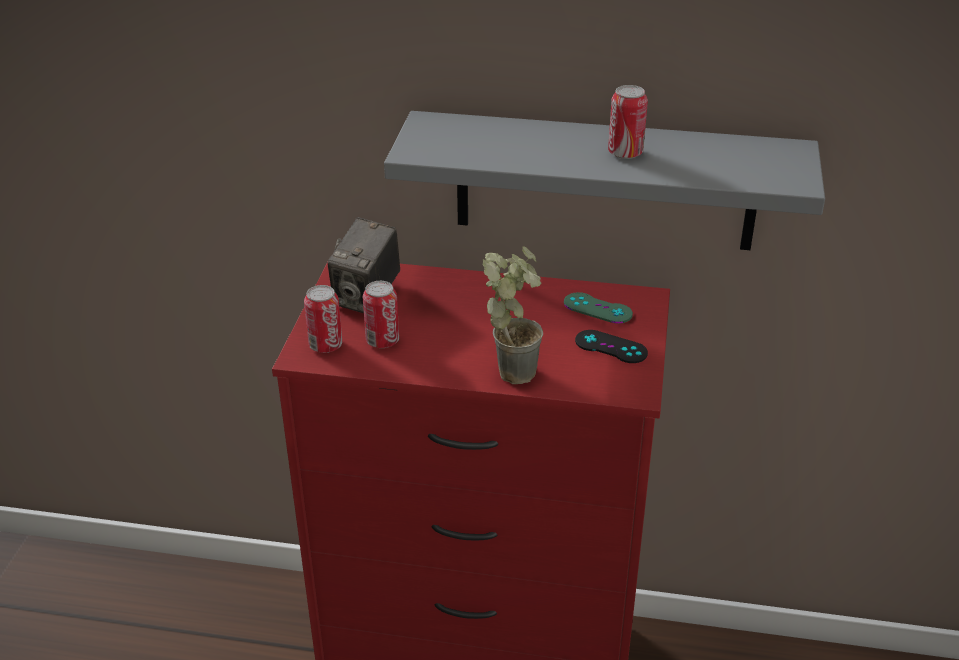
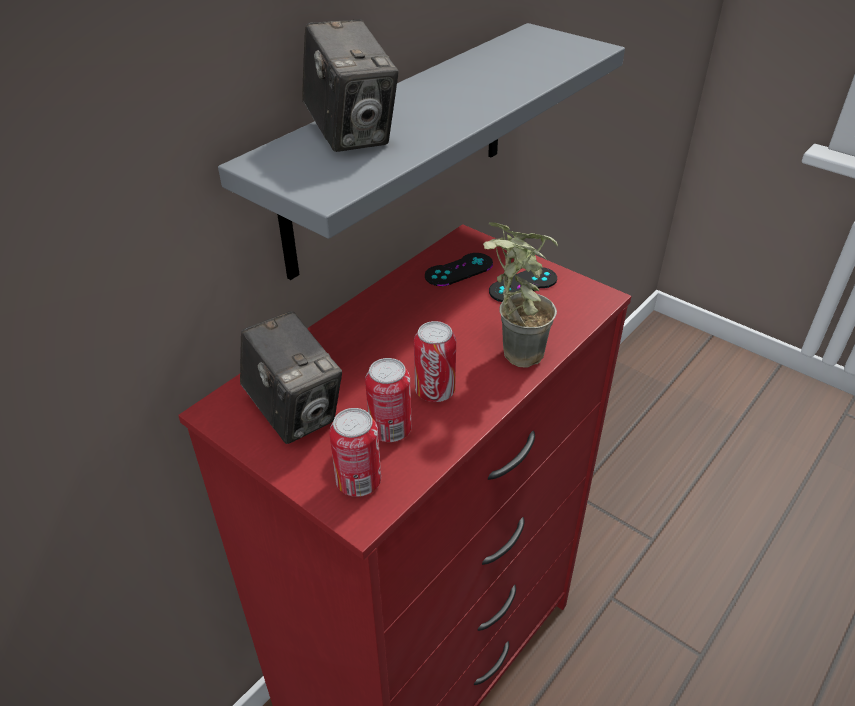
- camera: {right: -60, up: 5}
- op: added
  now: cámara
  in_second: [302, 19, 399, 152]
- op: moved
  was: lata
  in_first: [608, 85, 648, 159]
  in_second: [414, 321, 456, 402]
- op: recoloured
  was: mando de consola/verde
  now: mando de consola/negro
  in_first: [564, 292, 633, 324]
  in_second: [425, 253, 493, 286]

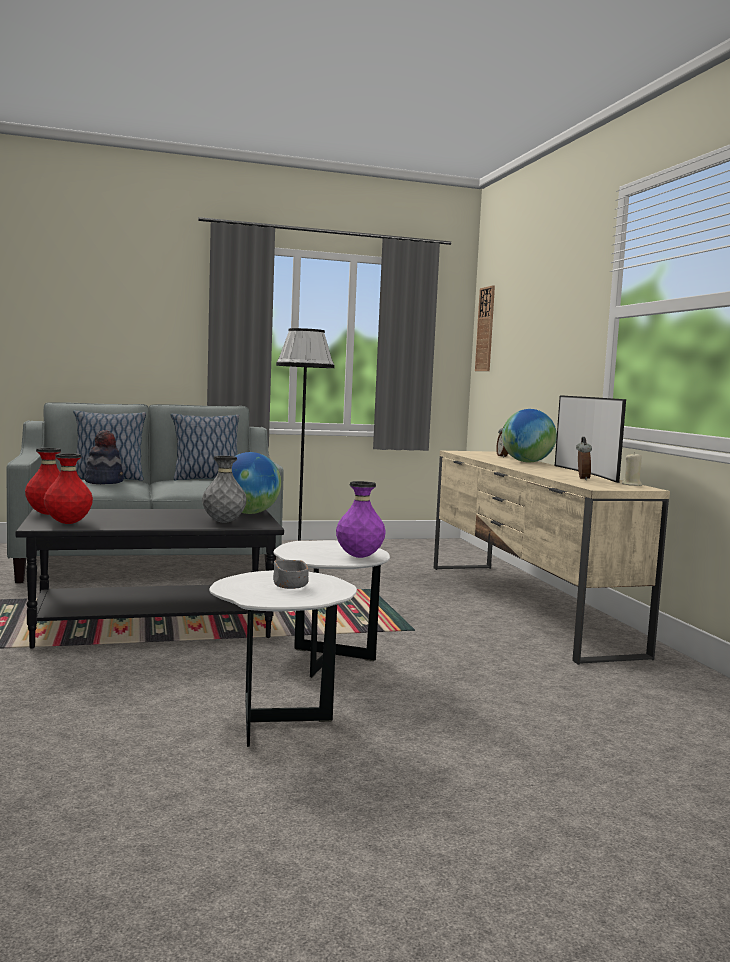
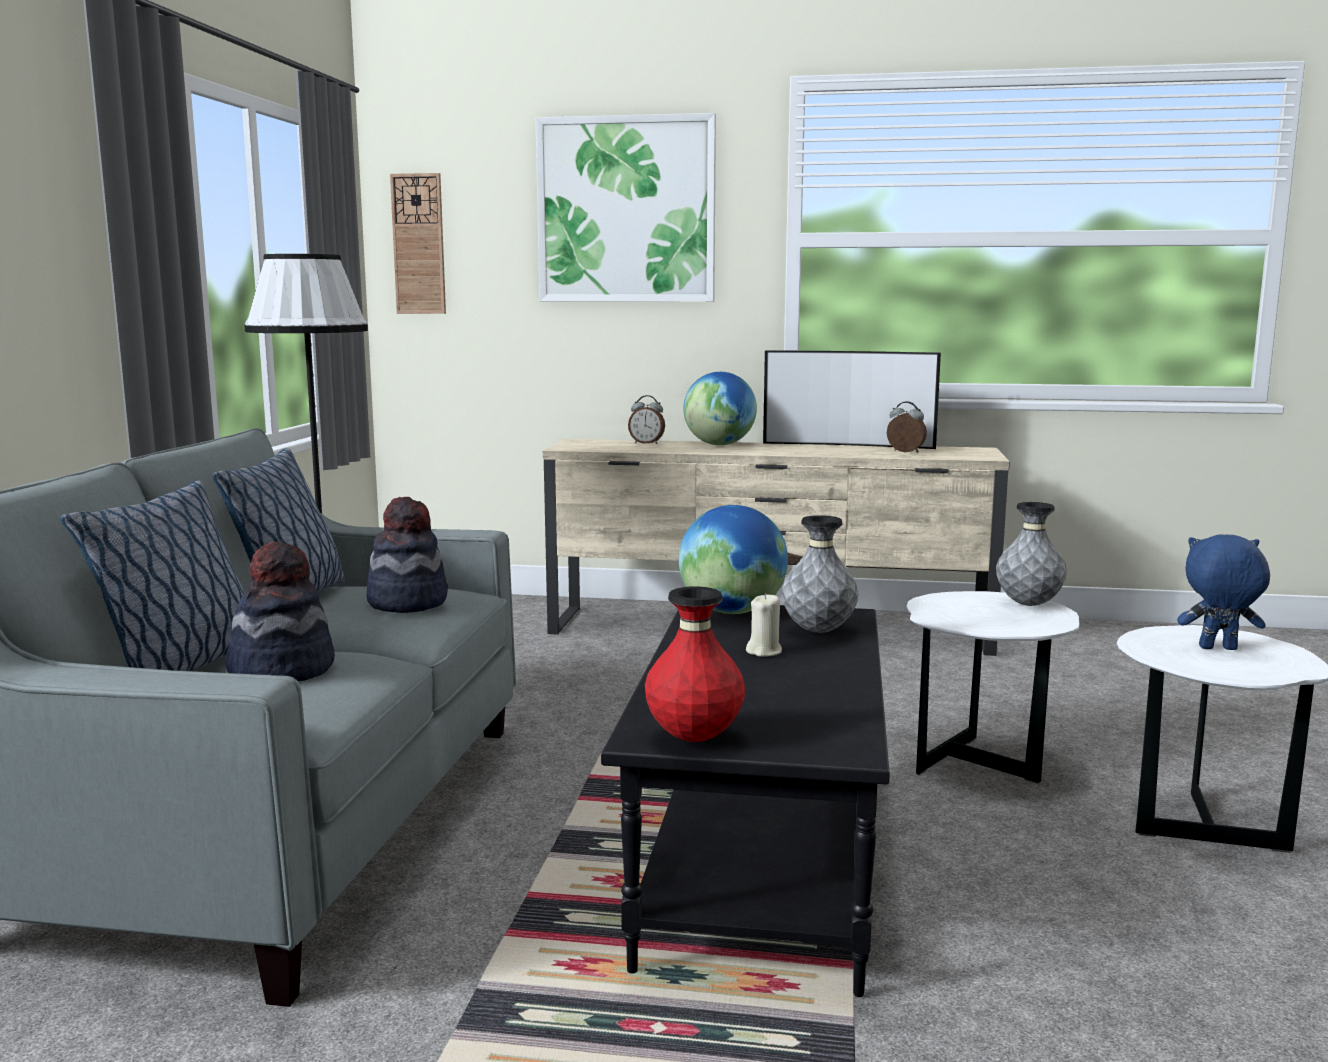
- camera: {right: -65, up: 5}
- op: removed
  was: florero/rojo
  in_first: [44, 453, 93, 524]
- op: added
  now: sombrero
  in_second: [367, 497, 448, 613]
- op: added
  now: cuadro
  in_second: [535, 113, 716, 302]
- op: moved
  was: vela/beis
  in_first: [622, 452, 642, 486]
  in_second: [746, 593, 782, 657]
- op: replaced
  was: cuenco/gris
  now: peluche/azul
  in_first: [273, 560, 309, 589]
  in_second: [1177, 534, 1270, 650]
- op: recoloured
  was: florero/morado
  now: florero/gris
  in_first: [336, 481, 386, 558]
  in_second: [996, 502, 1067, 606]

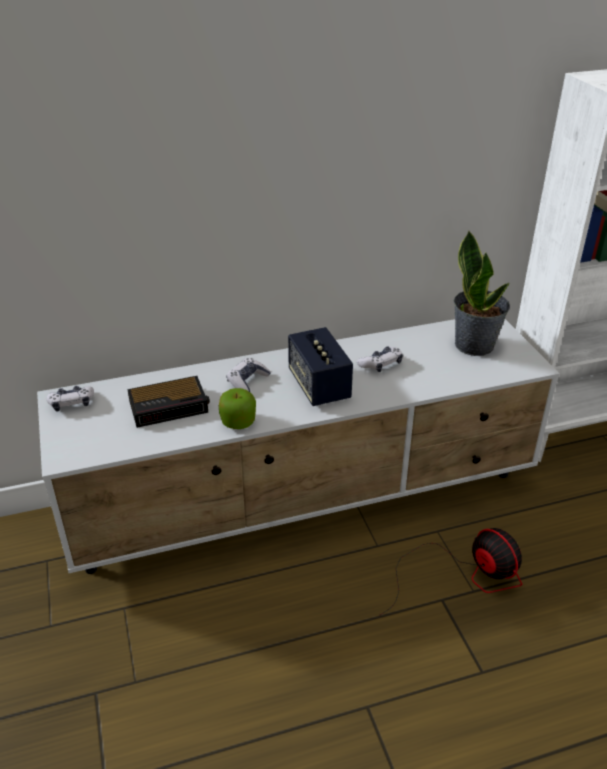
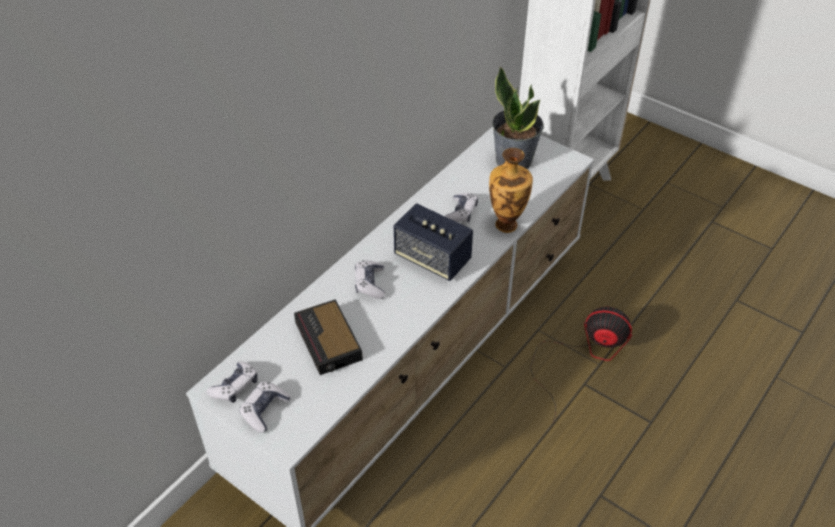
- camera: {right: -35, up: 10}
- op: removed
  was: manzana
  in_first: [219, 388, 256, 429]
- op: added
  now: mando de consola
  in_second: [239, 382, 291, 433]
- op: added
  now: florero
  in_second: [489, 148, 533, 233]
- op: turned
  was: despertador
  in_first: [127, 376, 210, 428]
  in_second: [294, 299, 363, 375]
  clockwise: 120

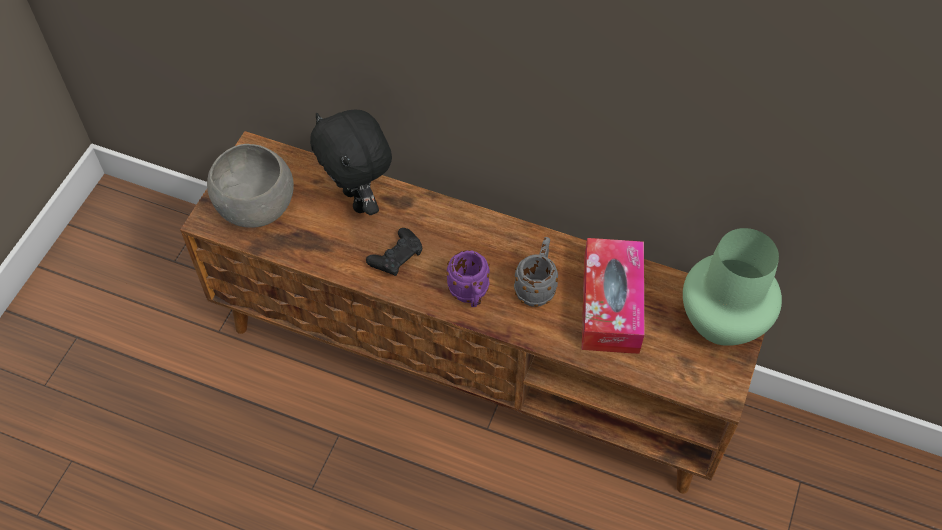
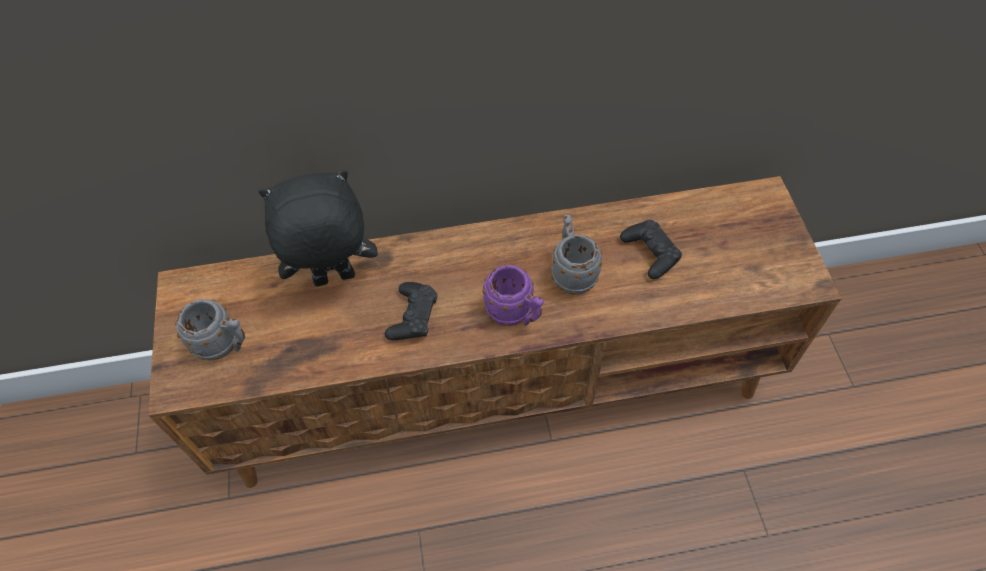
- camera: {right: -30, up: 0}
- op: removed
  was: florero/verde
  in_first: [683, 228, 782, 346]
- op: replaced
  was: cuenco/gris
  now: taza grande/gris
  in_first: [207, 144, 294, 228]
  in_second: [175, 299, 245, 361]
- op: replaced
  was: caja de pañuelos
  now: mando de consola/negro
  in_first: [582, 238, 644, 354]
  in_second: [620, 220, 682, 279]
- op: turned
  was: peluche/negro
  in_first: [310, 110, 392, 215]
  in_second: [258, 170, 378, 287]
  clockwise: 135

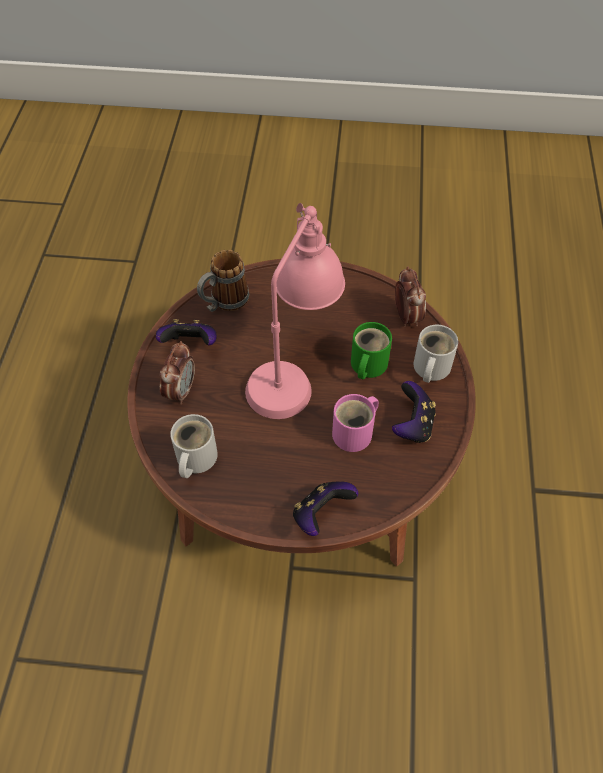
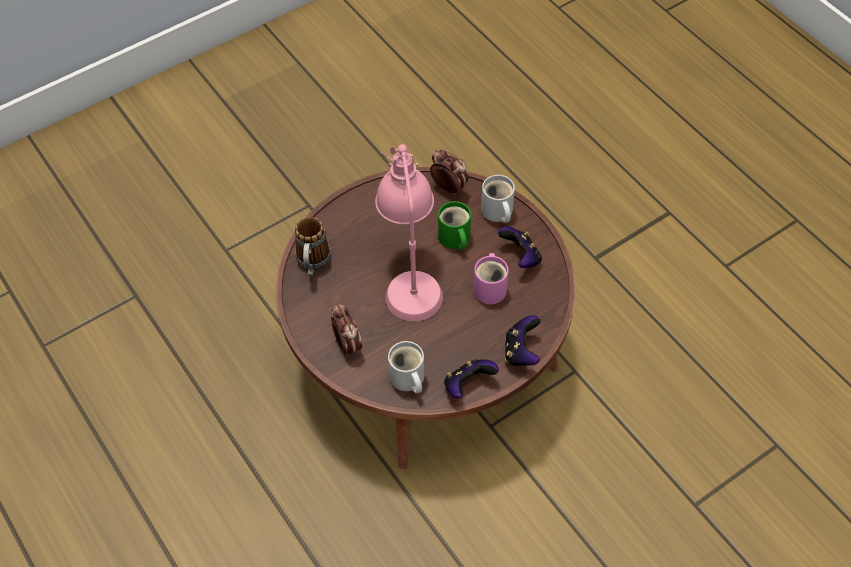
- camera: {right: -40, up: 0}
- op: moved
  was: mando de consola
  in_first: [156, 319, 217, 345]
  in_second: [444, 359, 499, 399]

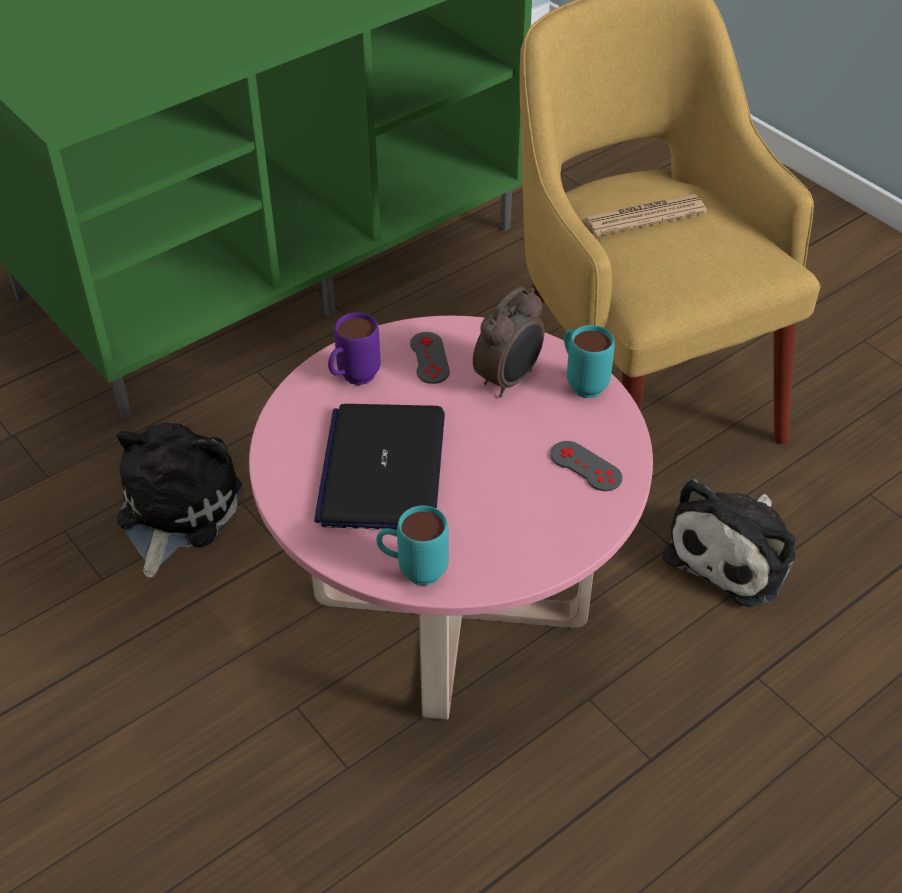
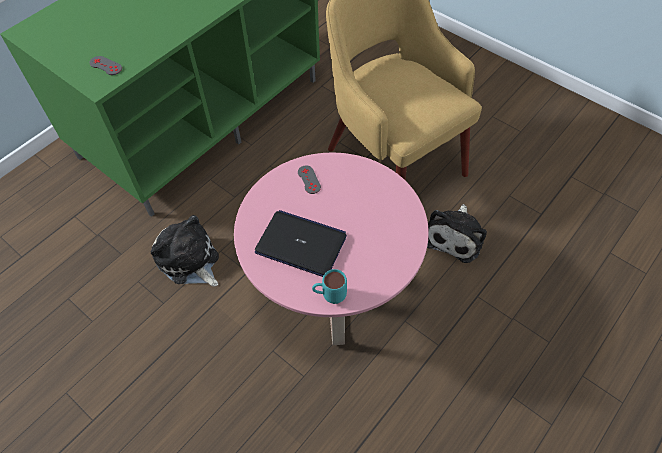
- camera: {right: -10, up: 10}
- op: removed
  was: taza grande/morado
  in_first: [328, 312, 381, 385]
- op: removed
  was: despertador
  in_first: [473, 287, 545, 397]
- op: removed
  was: taza grande/turquesa
  in_first: [564, 325, 615, 398]
- op: removed
  was: periódico
  in_first: [582, 194, 707, 236]
- op: moved
  was: mando de consola/gris
  in_first: [550, 441, 622, 491]
  in_second: [89, 56, 122, 75]
- op: turned
  was: peluche
  in_first: [116, 422, 242, 578]
  in_second: [151, 215, 219, 286]
  clockwise: -45
- op: turned
  was: portátil
  in_first: [314, 404, 445, 530]
  in_second: [255, 210, 347, 277]
  clockwise: 120

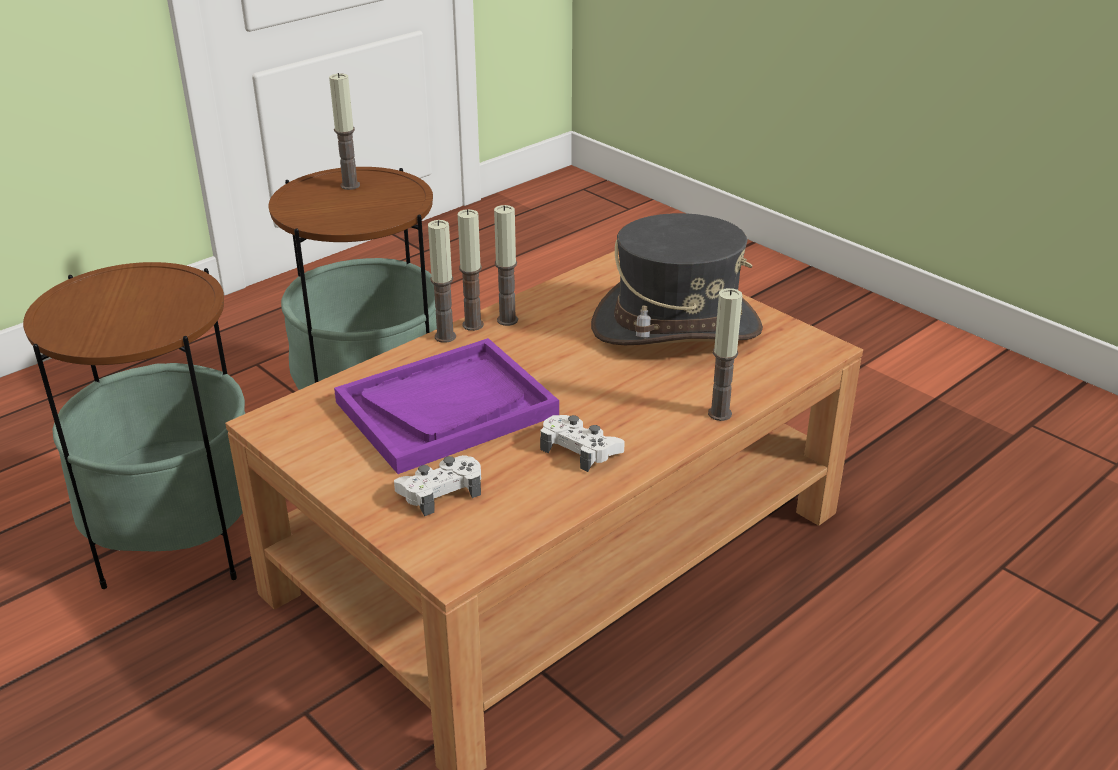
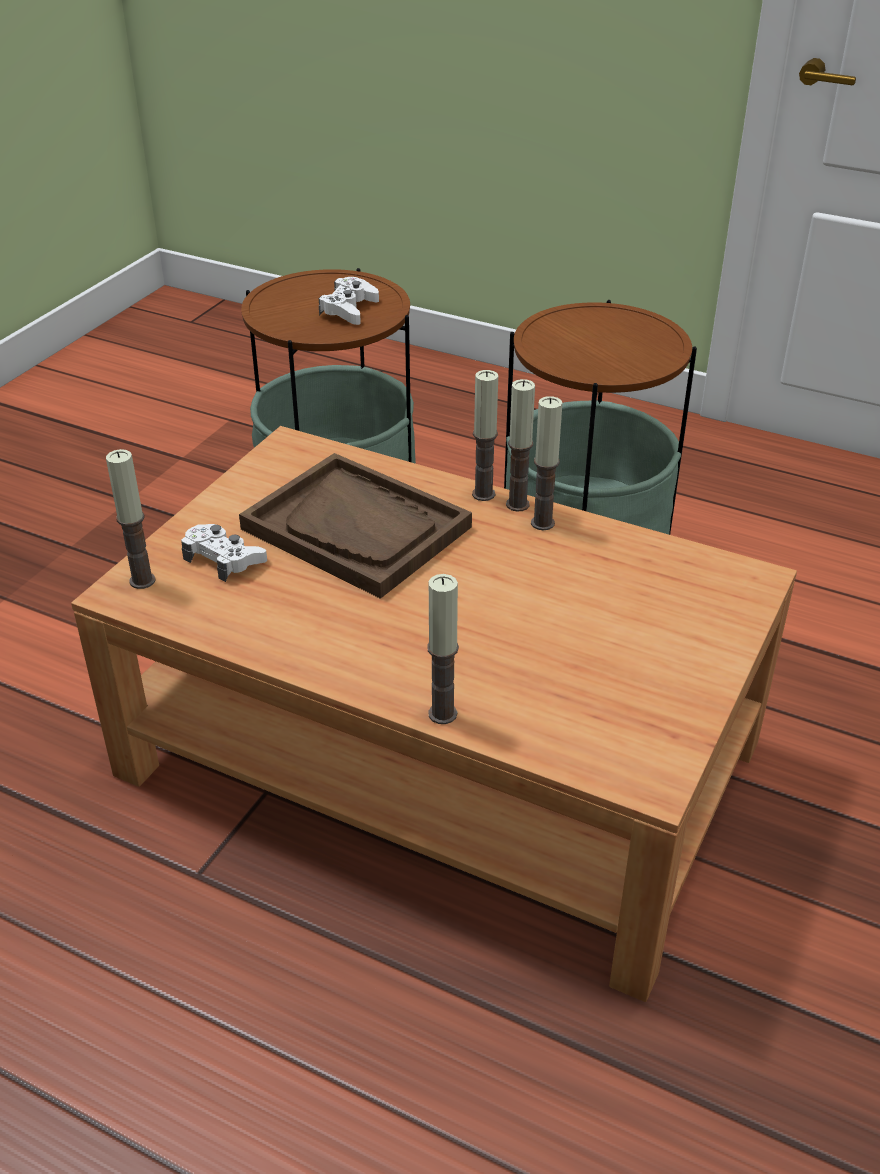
- camera: {right: 70, up: 5}
- op: removed
  was: sombrero/gris
  in_first: [591, 213, 763, 345]
- op: moved
  was: vela
  in_first: [329, 73, 360, 190]
  in_second: [106, 449, 156, 589]
- op: moved
  was: mando de consola/blanco
  in_first: [540, 415, 625, 472]
  in_second: [319, 277, 379, 325]
- op: recoloured
  was: bandeja/morado
  now: bandeja/marrón
  in_first: [334, 338, 559, 474]
  in_second: [239, 453, 472, 599]

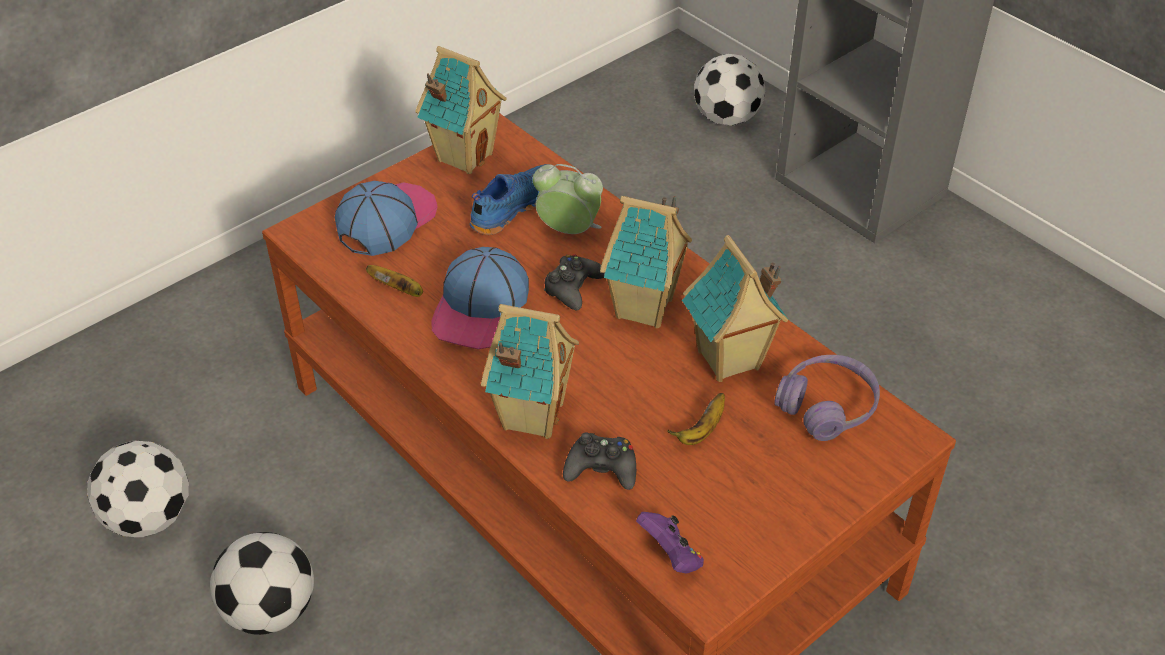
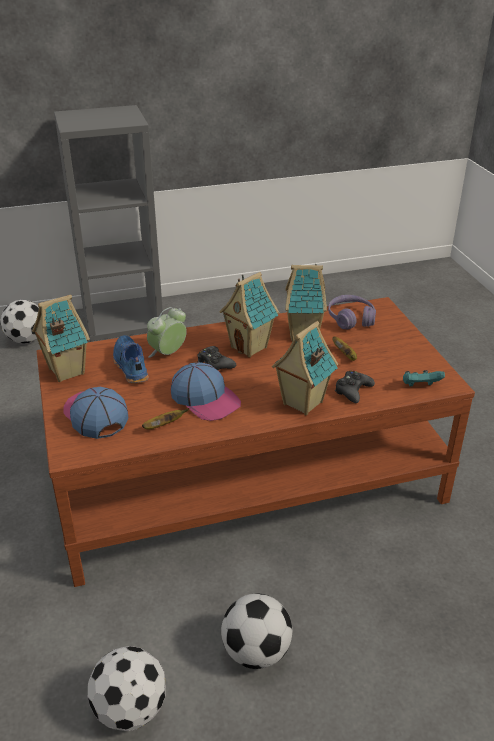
- camera: {right: -65, up: -10}
- op: recoloured
  was: mando de consola/morado
  now: mando de consola/turquesa
  in_first: [636, 512, 704, 574]
  in_second: [403, 370, 445, 387]

